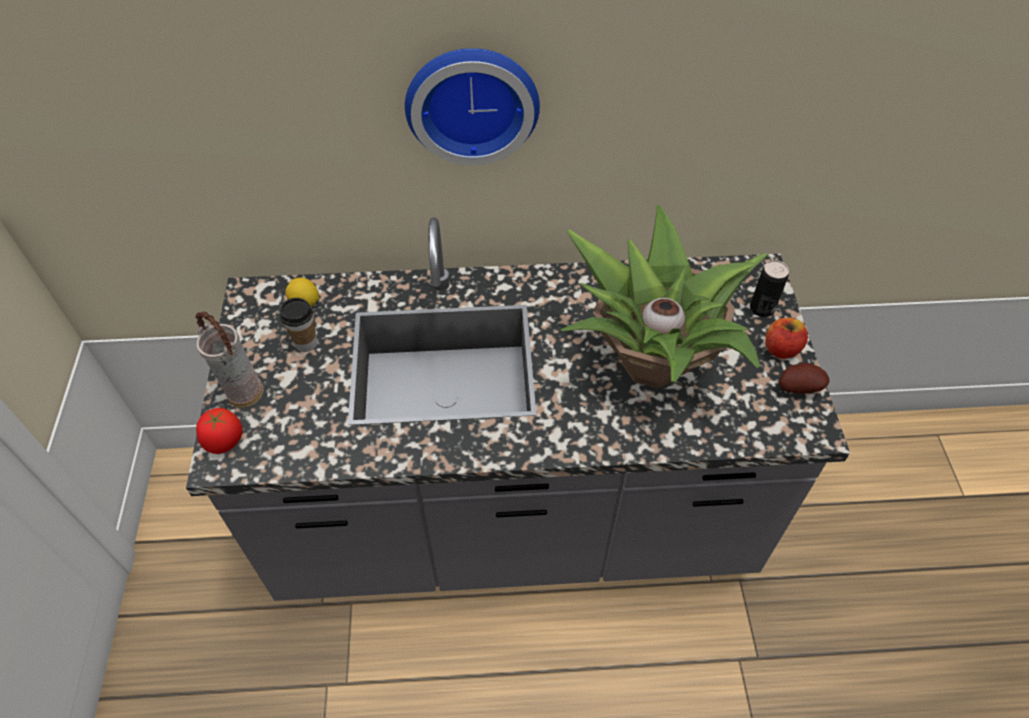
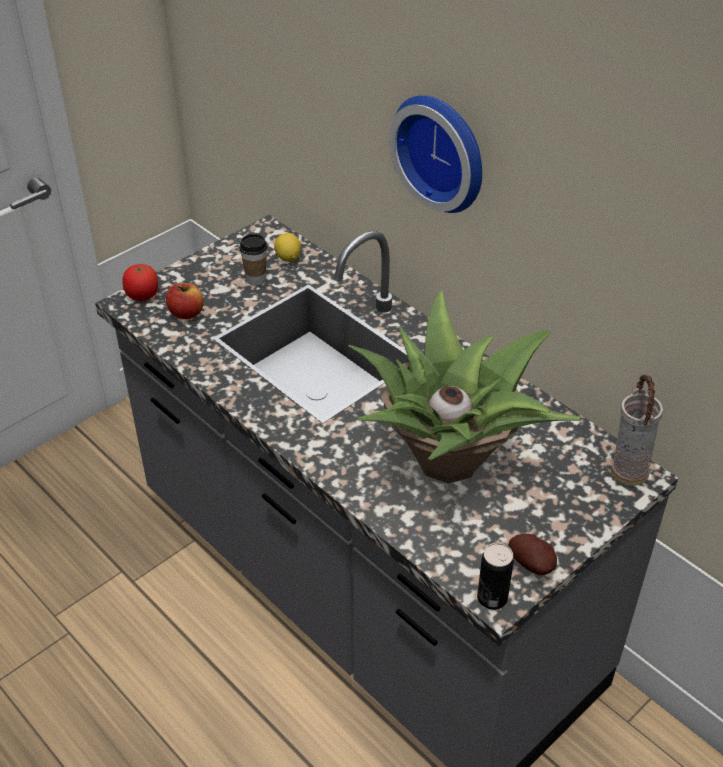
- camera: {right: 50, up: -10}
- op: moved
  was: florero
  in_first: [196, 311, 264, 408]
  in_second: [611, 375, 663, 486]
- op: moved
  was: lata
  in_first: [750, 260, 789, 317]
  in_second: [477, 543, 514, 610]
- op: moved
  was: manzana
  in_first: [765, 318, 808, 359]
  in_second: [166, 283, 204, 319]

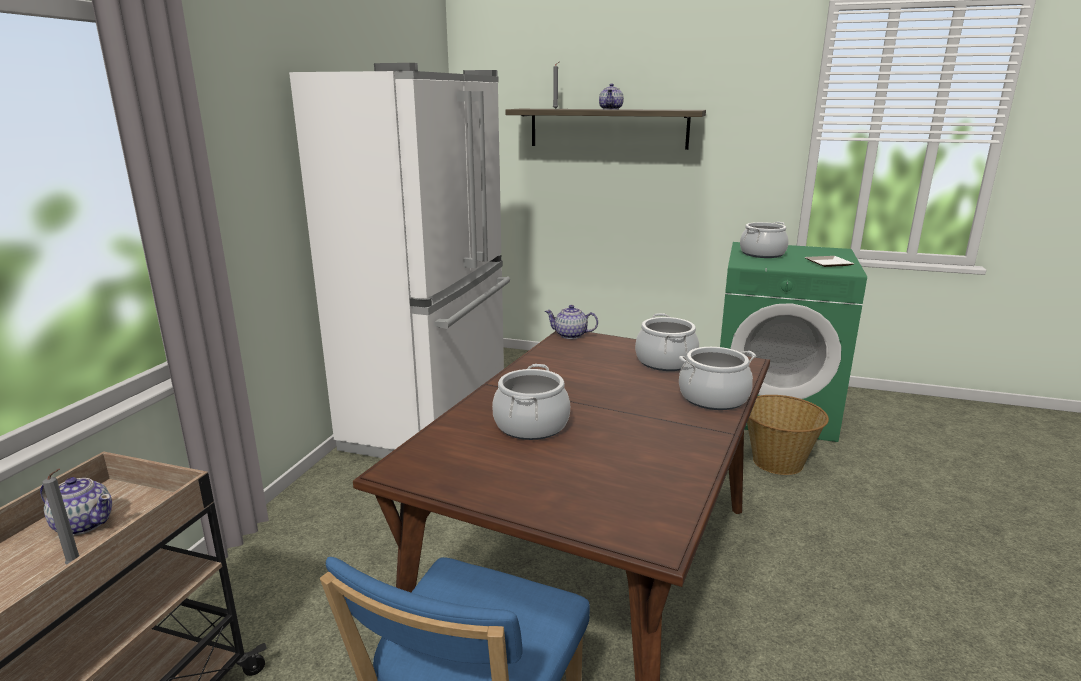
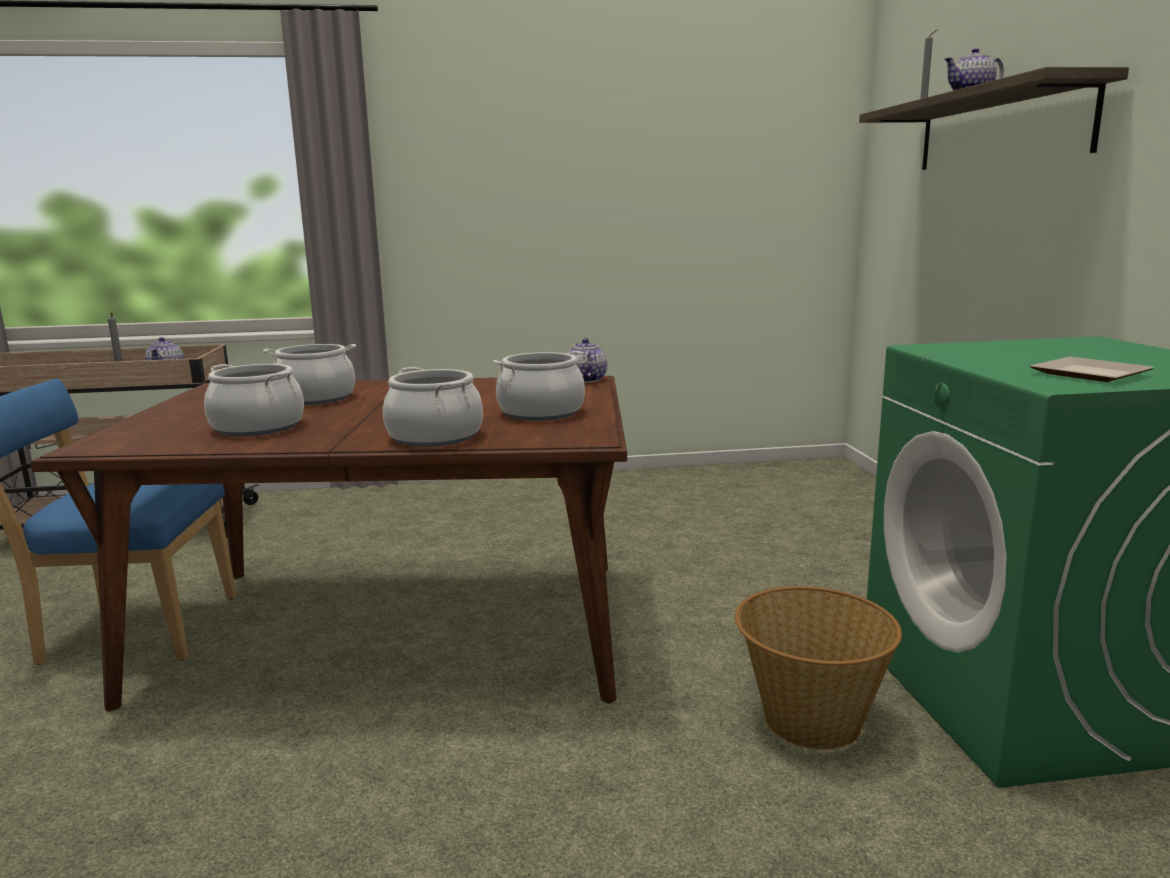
- camera: {right: 65, up: -5}
- op: removed
  was: nevera/blanco
  in_first: [289, 63, 510, 458]
- op: moved
  was: olla
  in_first: [740, 222, 788, 258]
  in_second: [204, 364, 304, 436]

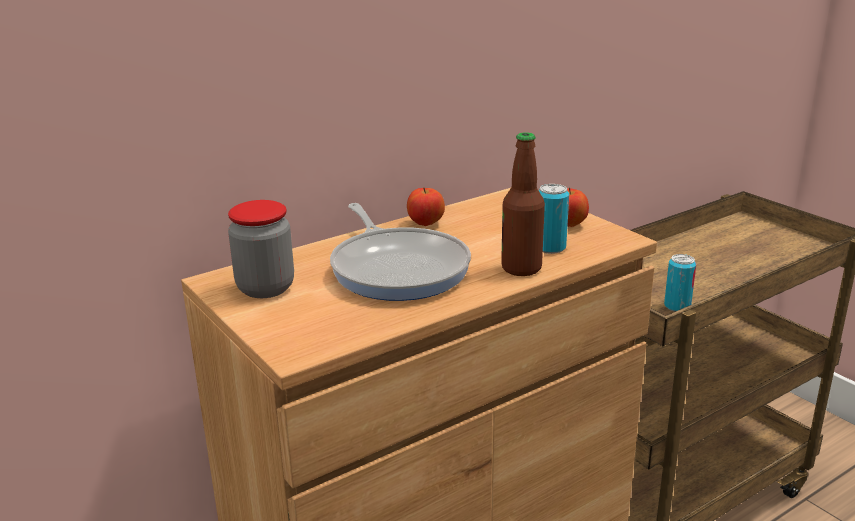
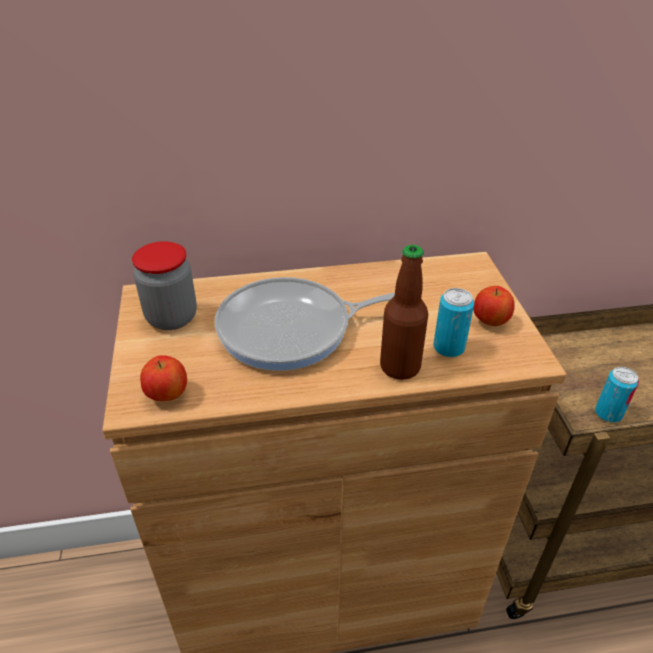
- camera: {right: 25, up: 15}
- op: moved
  was: manzana
  in_first: [407, 188, 445, 226]
  in_second: [140, 355, 187, 401]
- op: turned
  was: sartén
  in_first: [330, 203, 471, 301]
  in_second: [215, 277, 395, 371]
  clockwise: 75

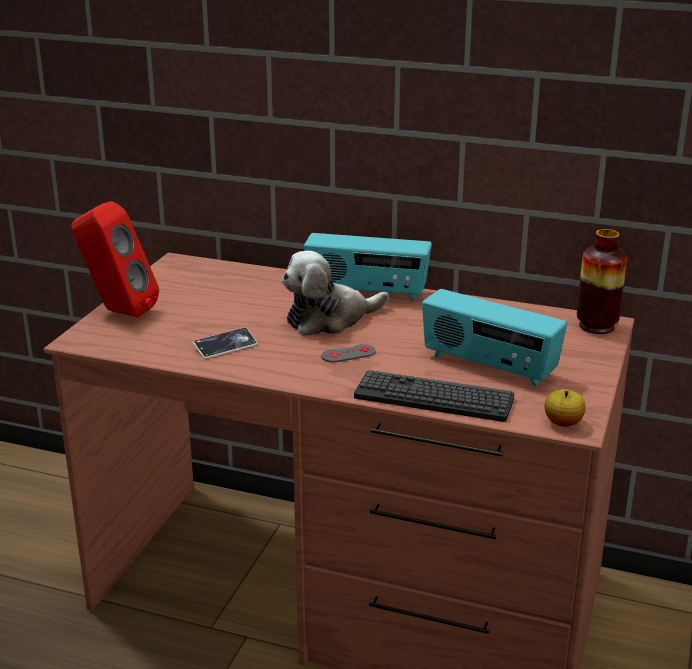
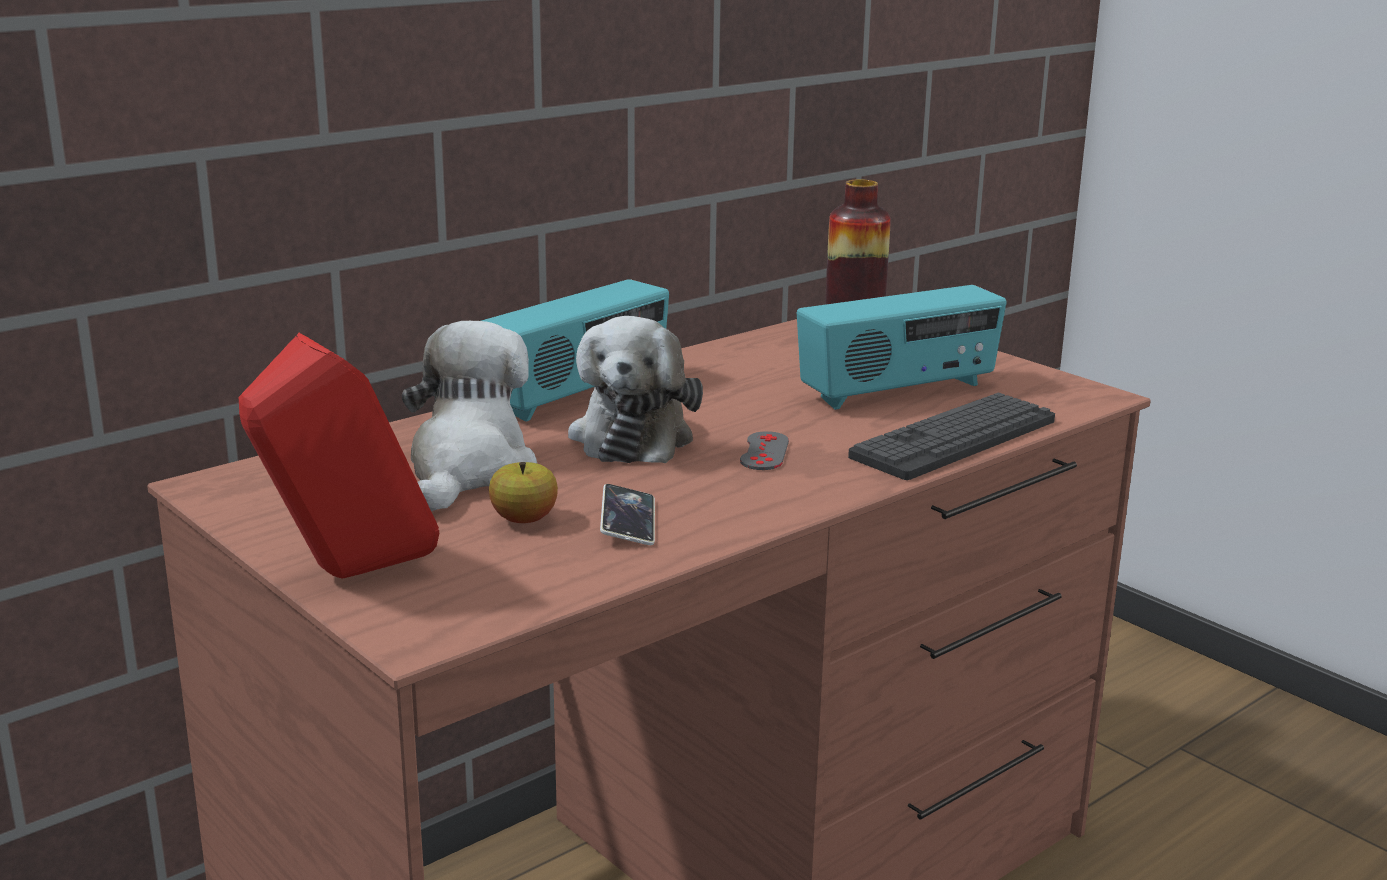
- camera: {right: -60, up: -5}
- op: added
  now: peluche
  in_second: [402, 321, 537, 512]
- op: moved
  was: manzana
  in_first: [545, 389, 586, 427]
  in_second: [489, 462, 558, 523]

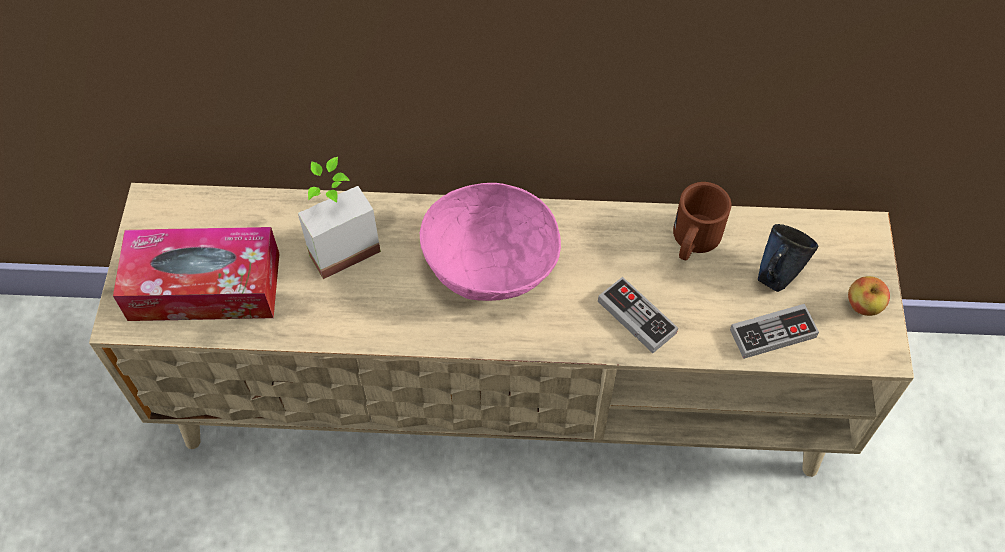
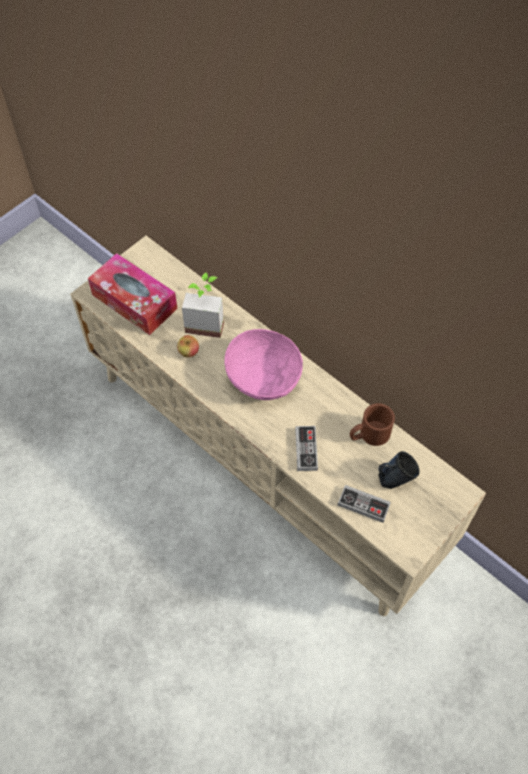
- camera: {right: 40, up: 0}
- op: moved
  was: manzana
  in_first: [848, 276, 890, 316]
  in_second: [177, 335, 199, 358]

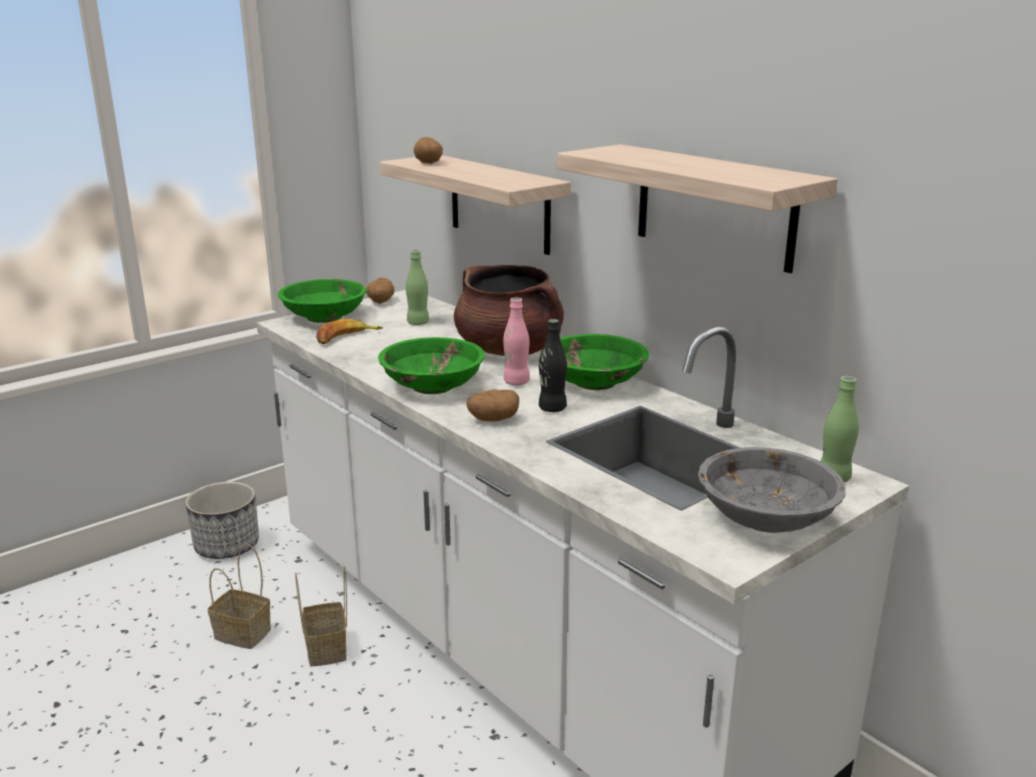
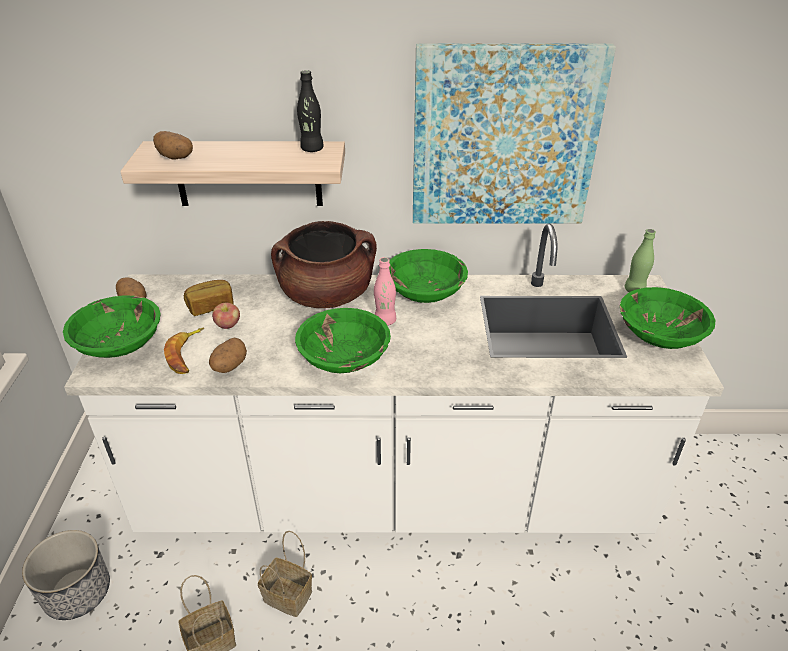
- camera: {right: -50, up: 15}
- op: added
  now: manzana
  in_second: [212, 303, 240, 329]
- op: moved
  was: patata
  in_first: [466, 390, 519, 421]
  in_second: [209, 338, 247, 373]
- op: moved
  was: botella/negro
  in_first: [539, 319, 567, 412]
  in_second: [297, 70, 324, 152]
- op: replaced
  was: botella/verde
  now: pan
  in_first: [406, 250, 429, 325]
  in_second: [184, 280, 234, 316]
- op: replaced
  was: estante
  now: cuadro
  in_first: [557, 144, 838, 273]
  in_second: [413, 44, 616, 224]
- op: recoloured
  was: cuenco/gris
  now: cuenco/verde
  in_first: [698, 447, 846, 533]
  in_second: [620, 287, 715, 349]

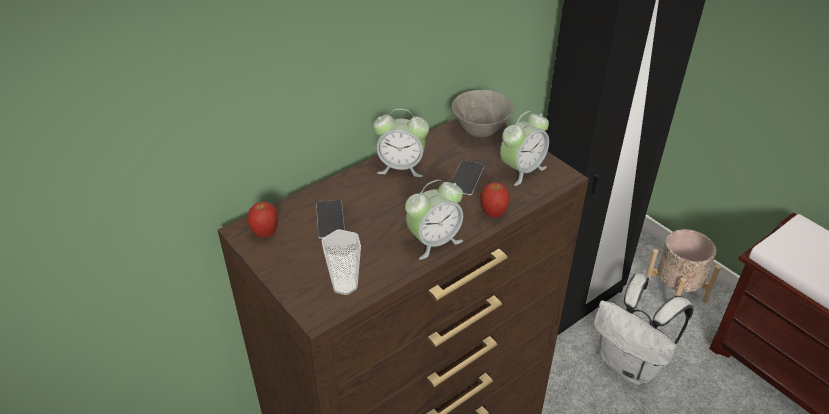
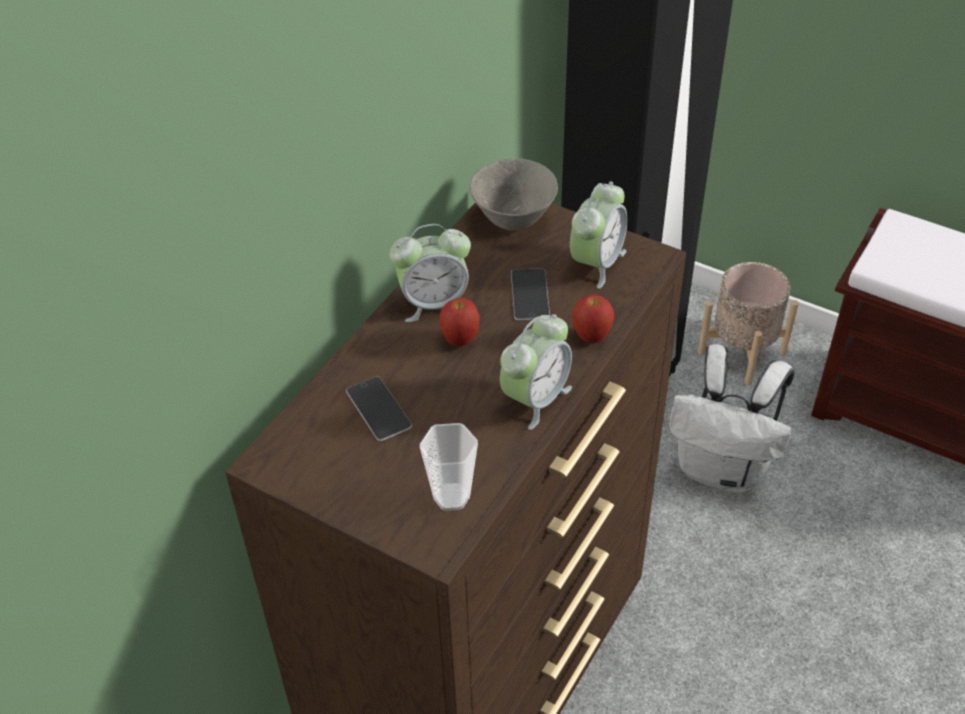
- camera: {right: -20, up: 5}
- op: moved
  was: manzana
  in_first: [247, 202, 278, 238]
  in_second: [439, 298, 479, 346]

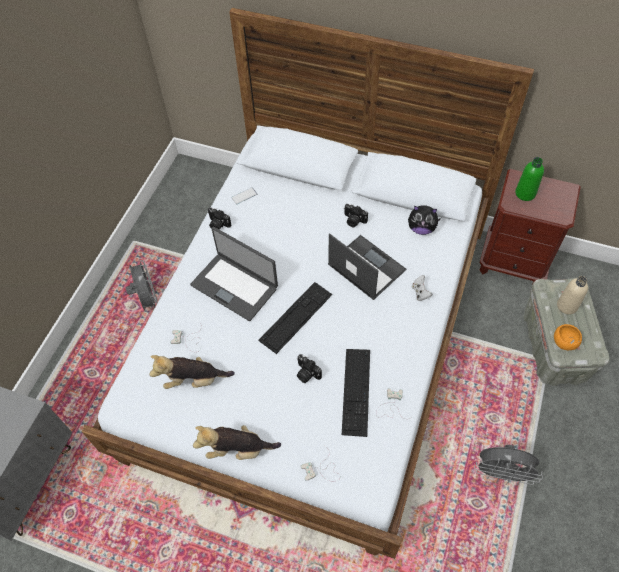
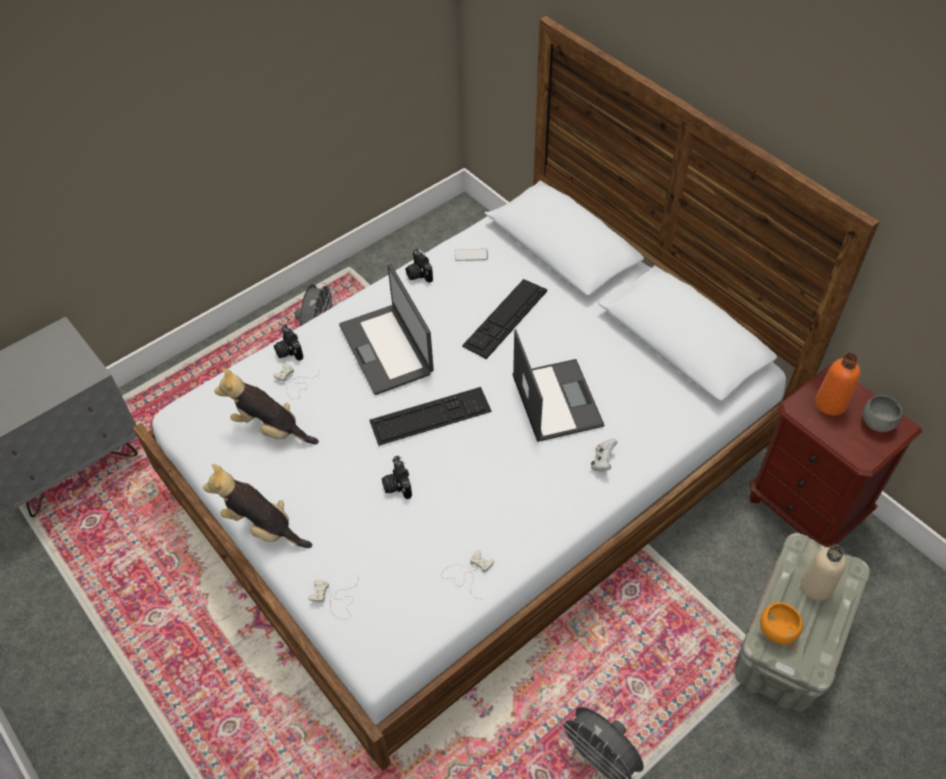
- camera: {right: 30, up: -5}
- op: removed
  was: peluche
  in_first: [408, 205, 441, 235]
- op: added
  now: cuenco/gris
  in_second: [863, 395, 902, 432]
- op: moved
  was: teclado
  in_first: [342, 349, 370, 437]
  in_second: [462, 279, 547, 359]
- op: moved
  was: cámara
  in_first: [344, 204, 368, 228]
  in_second: [274, 324, 303, 361]
- op: recoloured
  was: botella/verde
  now: botella/naranja
  in_first: [515, 157, 544, 201]
  in_second: [815, 352, 860, 416]

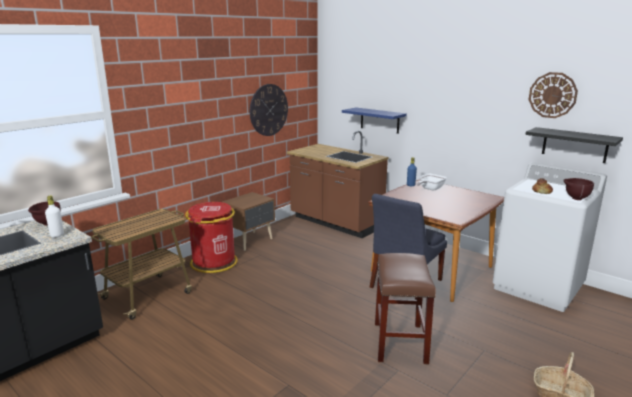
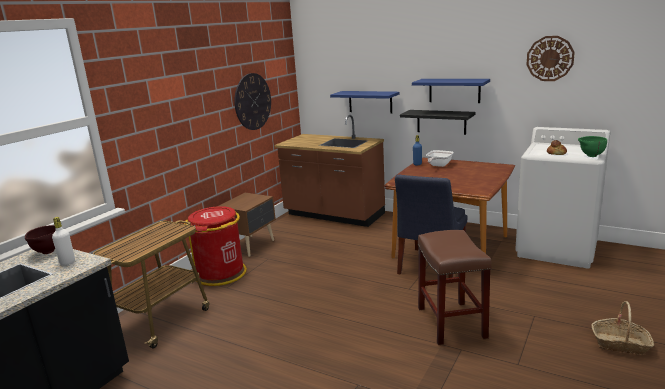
- camera: {right: -10, up: 0}
- op: added
  now: estante/azul
  in_second: [412, 79, 490, 103]
- op: moved
  was: estante/negro
  in_first: [525, 127, 623, 163]
  in_second: [400, 110, 475, 135]
- op: recoloured
  was: cuenco/marrón
  now: cuenco/verde
  in_first: [563, 178, 594, 200]
  in_second: [578, 136, 607, 157]

